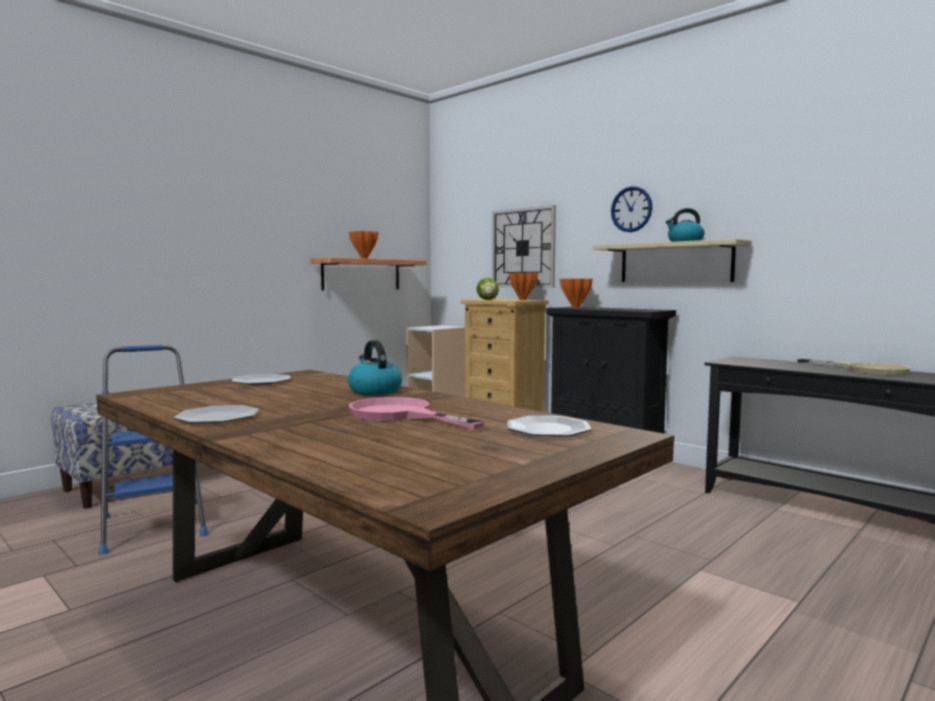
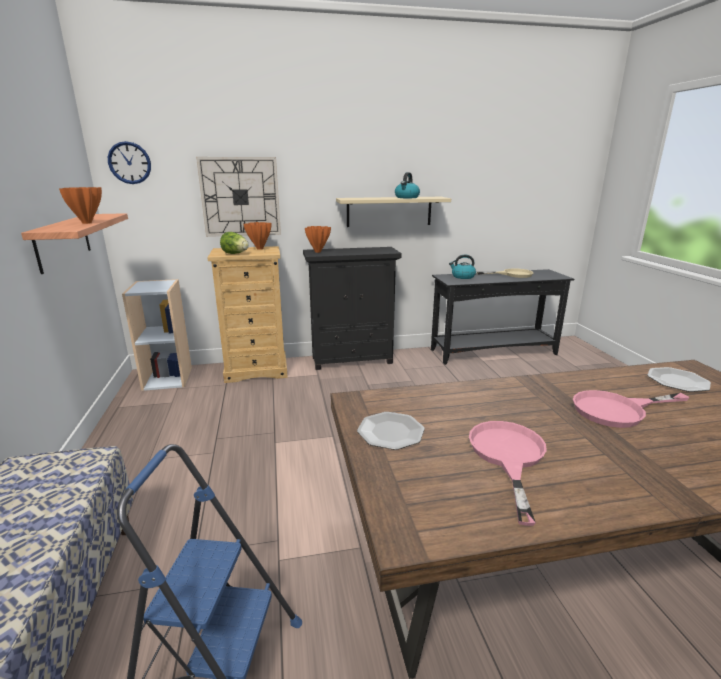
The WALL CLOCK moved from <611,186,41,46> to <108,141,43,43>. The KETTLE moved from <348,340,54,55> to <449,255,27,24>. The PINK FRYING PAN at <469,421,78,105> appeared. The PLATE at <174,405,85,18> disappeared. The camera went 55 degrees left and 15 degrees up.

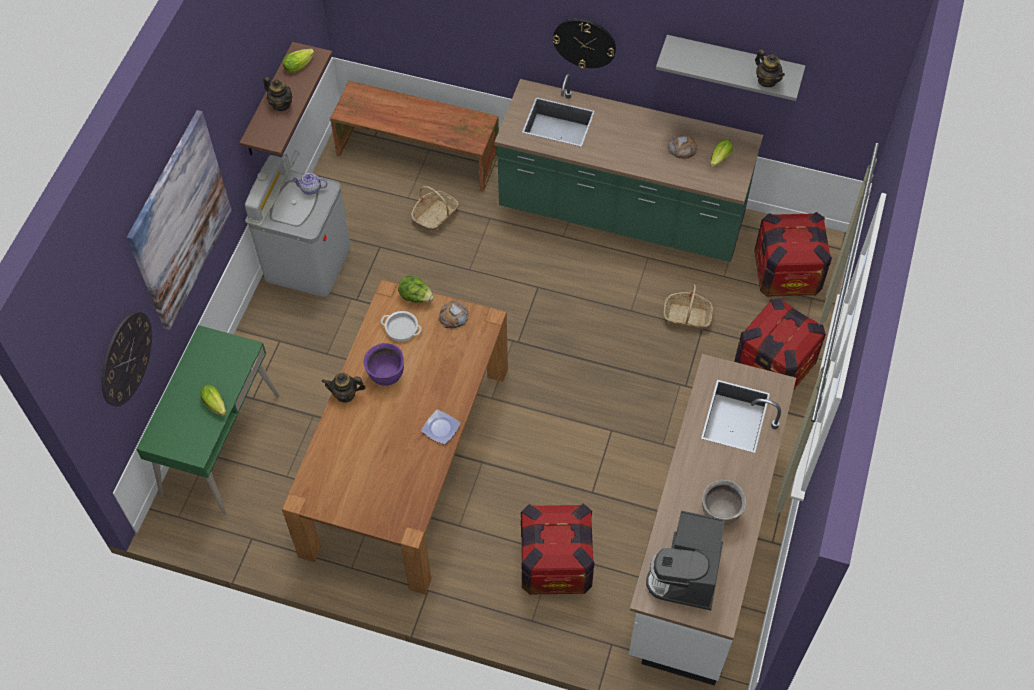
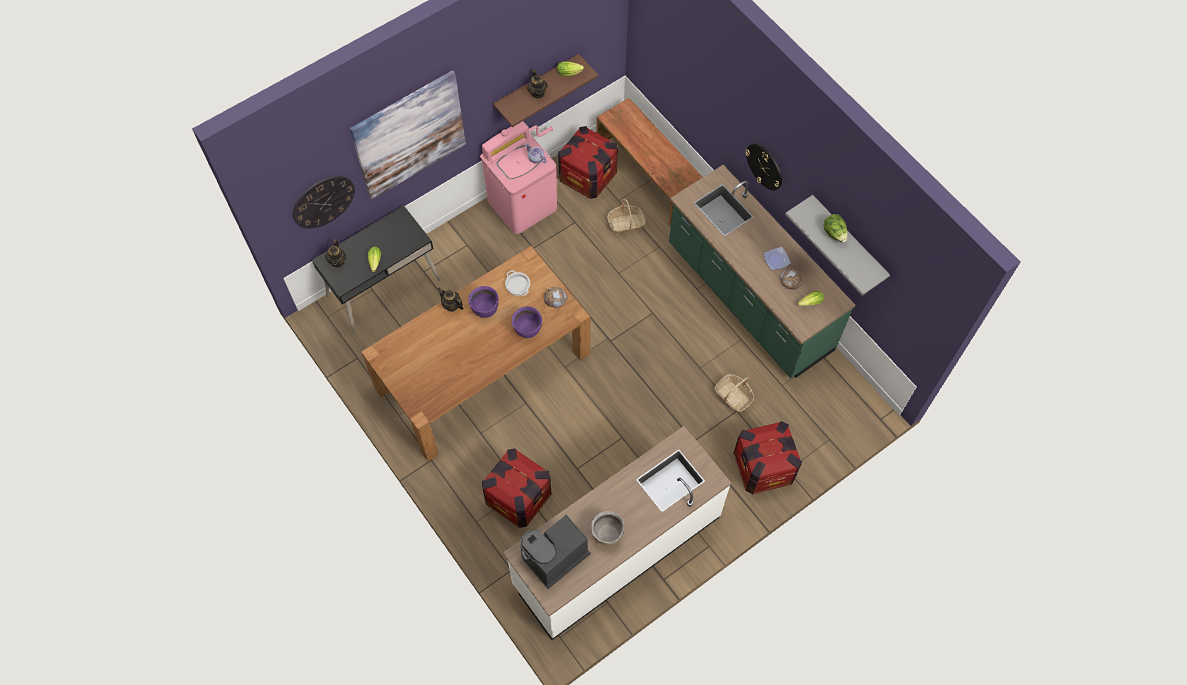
The GREEN DESK at <136,325,144,190> became the BLACK DESK at <312,206,128,128>. The TEAPOT moved from <755,49,30,38> to <325,239,21,29>. The GREY WASHING MACHINE at <245,150,105,147> became the PINK WASHING MACHINE at <480,121,77,113>. The PURPLE COOKING POT at <512,306,30,32> appeared. The CRATE moved from <754,212,78,85> to <558,126,60,73>. The PLATE moved from <421,410,40,35> to <763,247,28,23>. The LETTUCE moved from <398,275,36,28> to <824,214,23,29>. The camera went 35 degrees right and 5 degrees up.

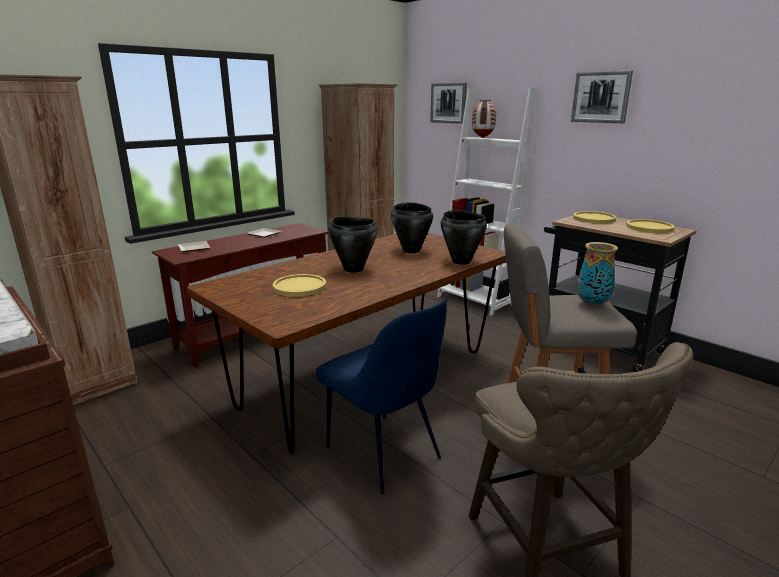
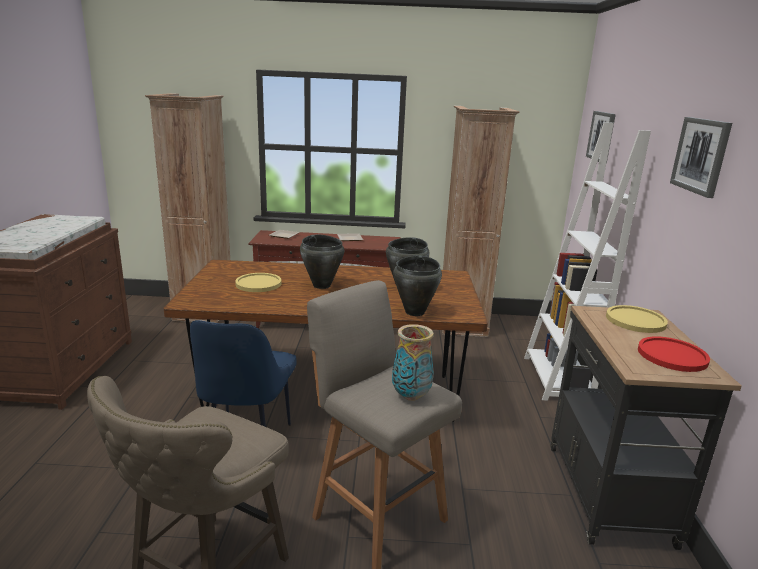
The YELLOW PLATE at <626,219,48,14> became the RED PLATE at <638,336,72,36>. The VASE at <472,99,24,39> disappeared. The camera went 45 degrees right and 0 degrees up.

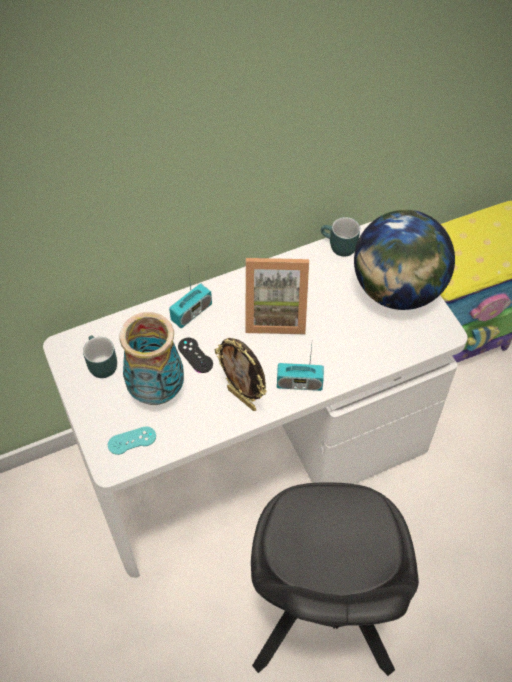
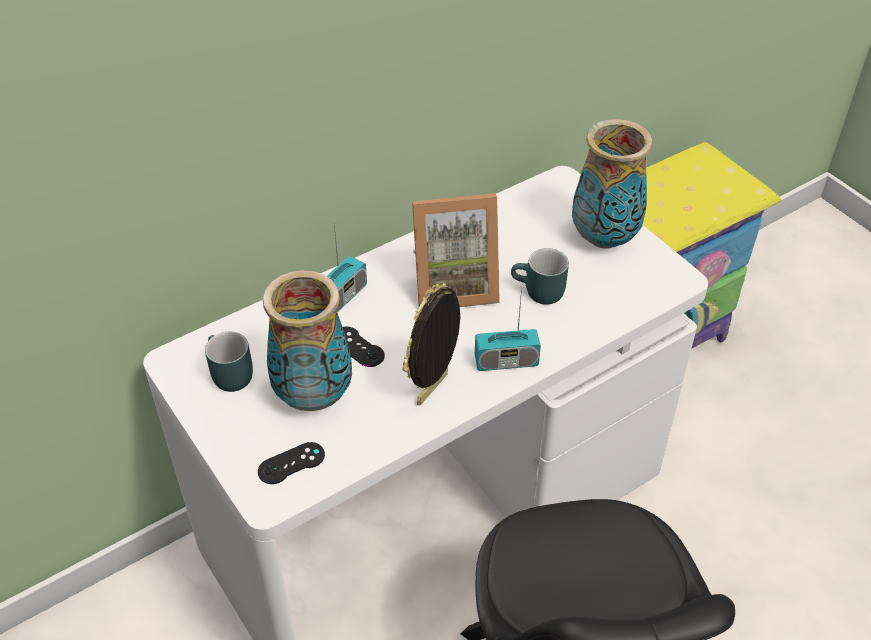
The TURQUOISE GAME CONTROLLER at <108,427,48,28> became the BLACK GAME CONTROLLER at <258,442,67,42>. The PICTURE FRAME at <215,338,52,73> turned 90 degrees clockwise. The TURQUOISE MUG moved from <321,217,39,40> to <511,248,58,57>. The GLOBE at <354,210,101,100> was replaced by the VASE at <572,119,81,130>. The camera went 10 degrees left and 10 degrees down.

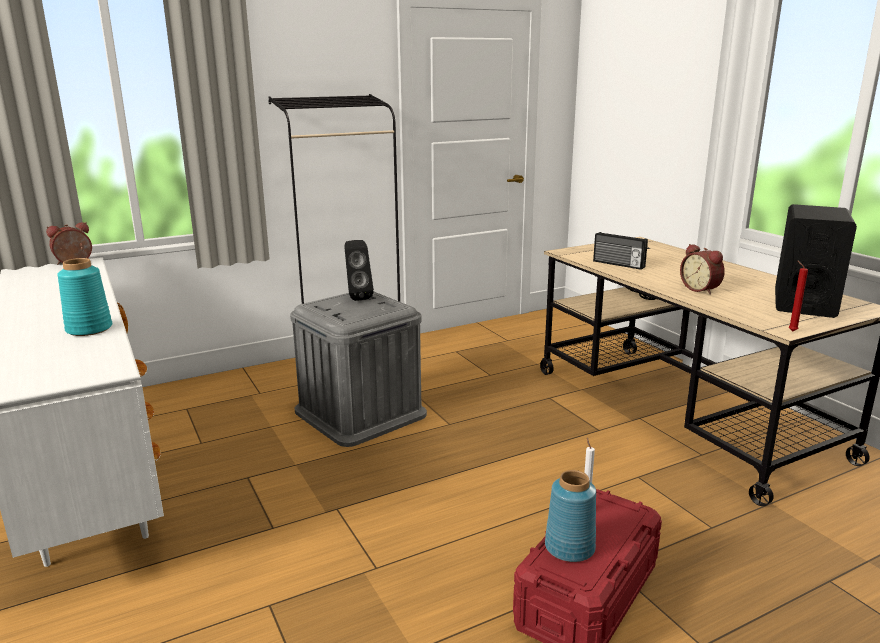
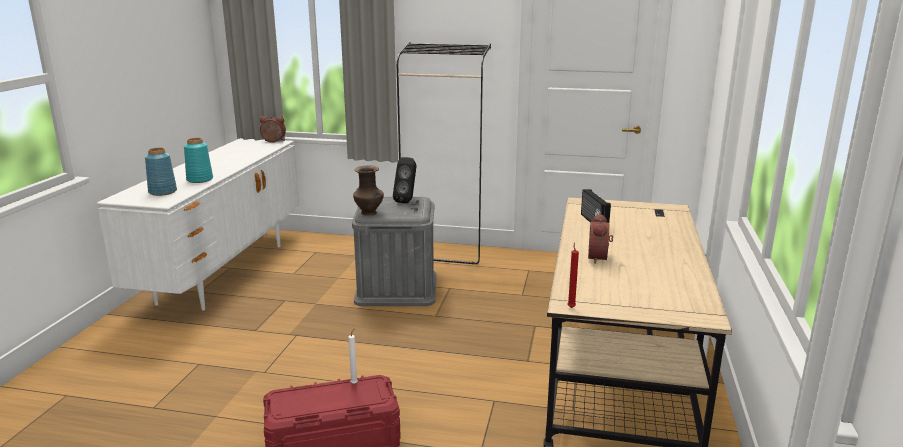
The BLUE VASE moved from <545,470,51,92> to <145,147,32,49>. The BROWN VASE at <353,166,31,49> appeared. The BLACK SPEAKER at <775,204,82,114> disappeared. The camera went 40 degrees right and 0 degrees up.

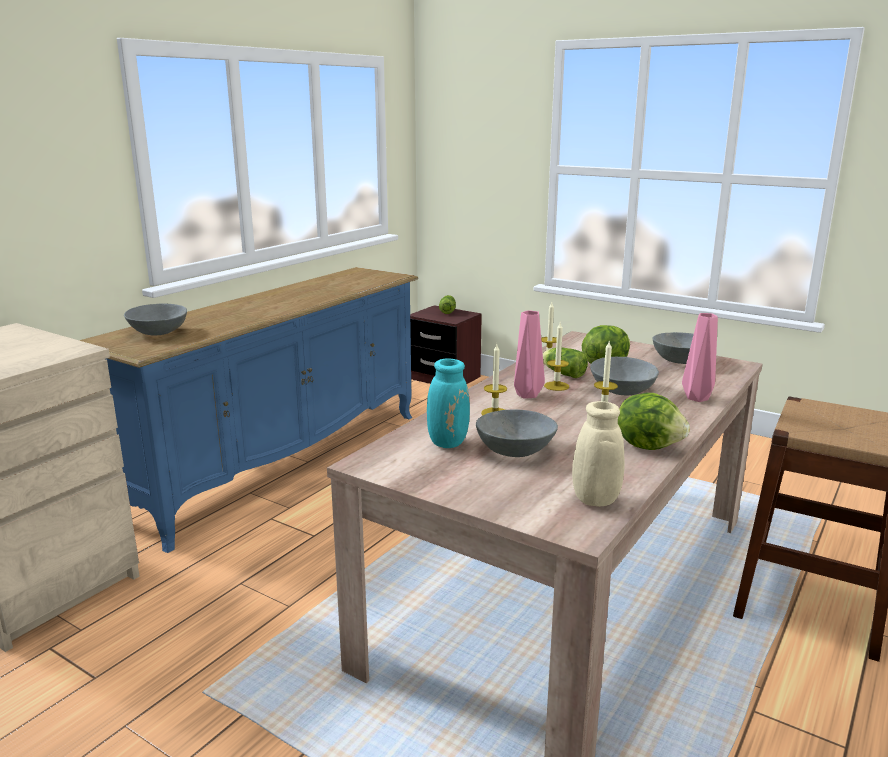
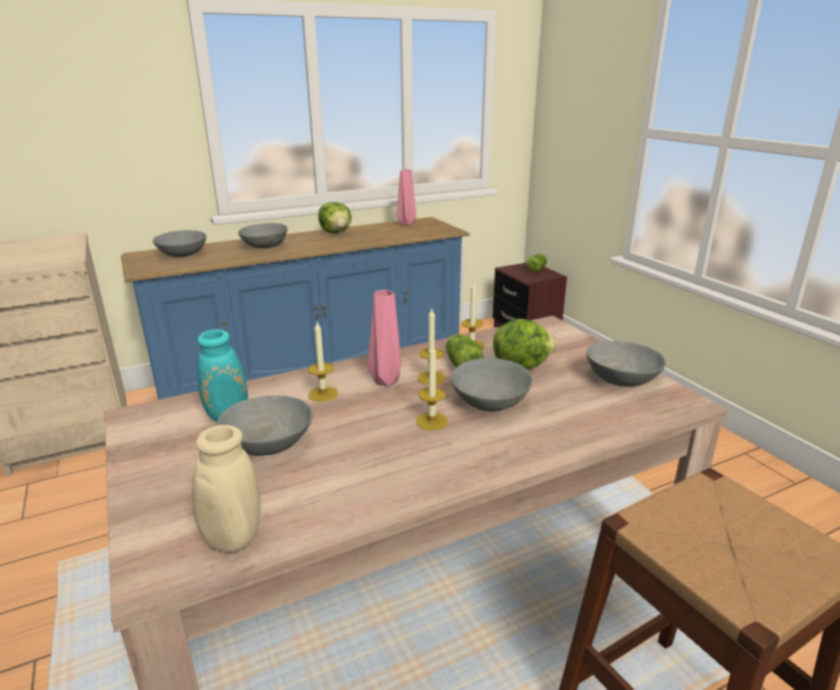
The GREY BOWL at <238,223,50,25> appeared. The LETTUCE moved from <618,393,72,57> to <318,202,34,31>. The PINK VASE moved from <682,313,36,89> to <397,169,19,57>. The camera went 30 degrees right and 5 degrees up.

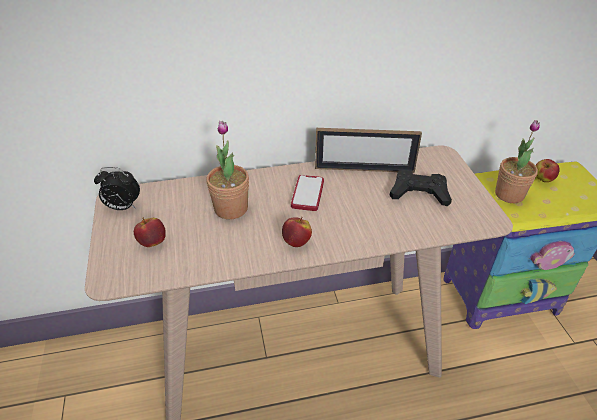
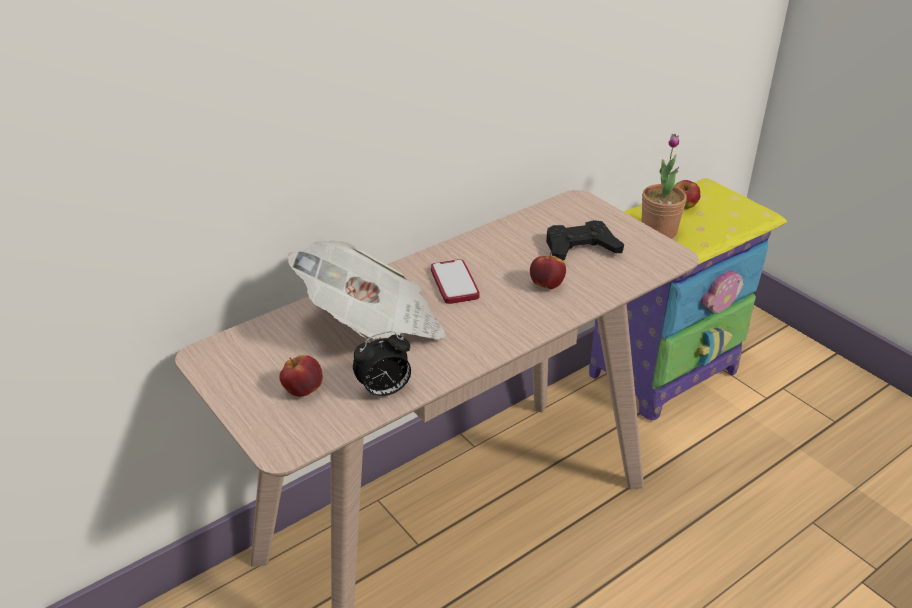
The POTTED PLANT at <206,121,43,98> was replaced by the NEWSPAPER at <288,241,159,98>. The ALARM CLOCK moved from <94,167,46,43> to <353,331,58,67>. The APPLE moved from <282,217,30,30> to <530,252,36,37>. The PICTURE FRAME at <315,128,107,45> disappeared. The camera went 25 degrees left and 5 degrees down.

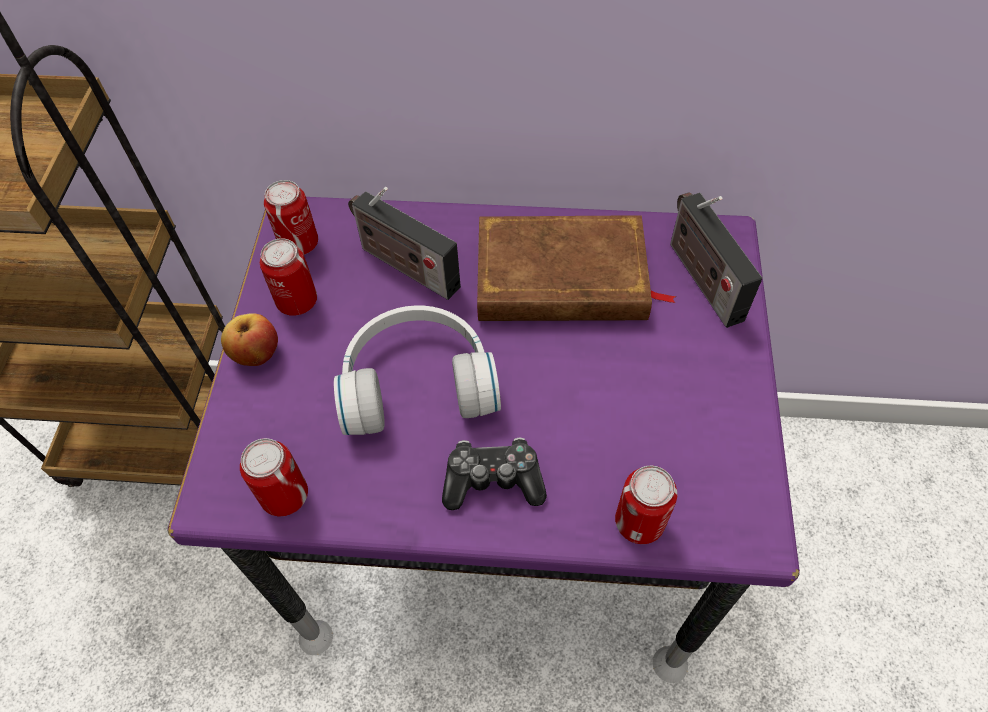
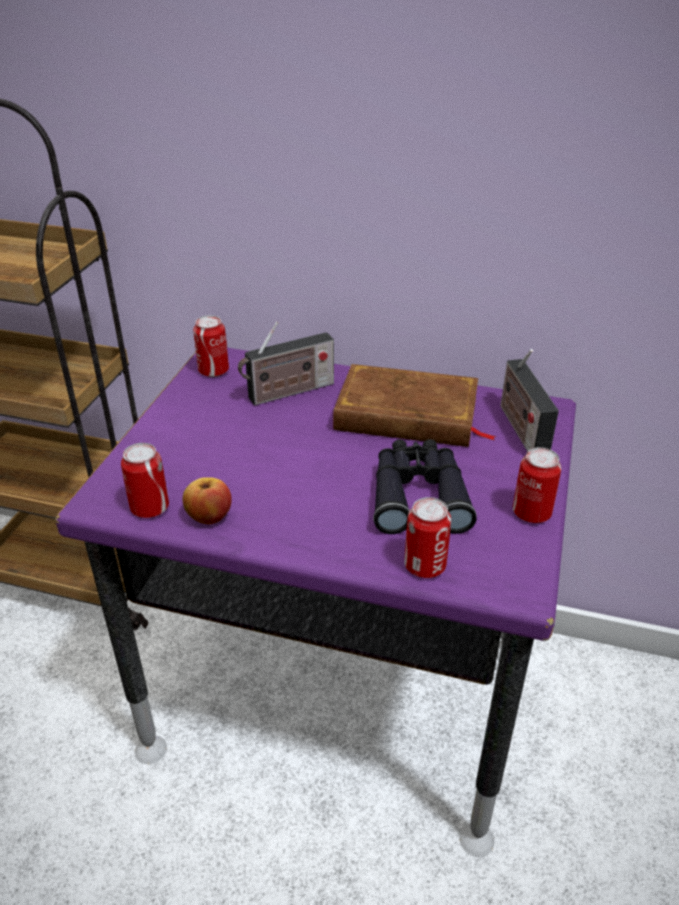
The APPLE moved from <221,313,57,53> to <183,478,49,46>. The RADIO at <348,187,113,113> turned 75 degrees counterclockwise. The BLACK BINOCULARS at <373,439,104,95> appeared. The CAN moved from <260,238,57,78> to <513,447,48,76>. The WHITE HEADPHONES at <334,305,167,130> disappeared. The GAME CONTROLLER at <442,437,105,73> disappeared. The camera went 10 degrees right and 20 degrees down.

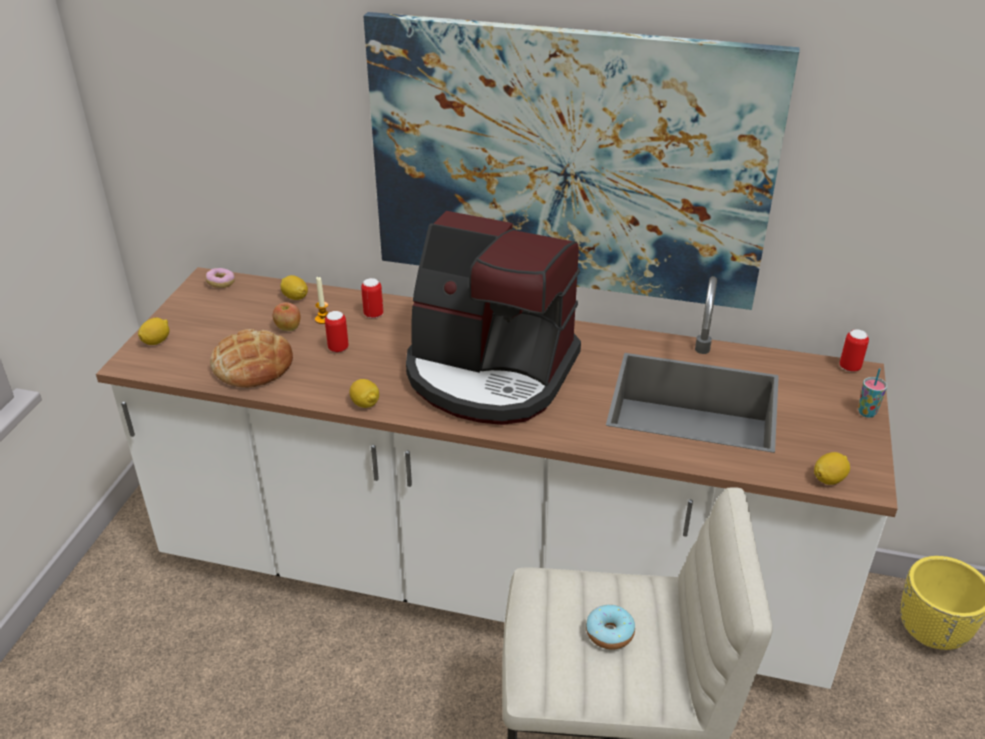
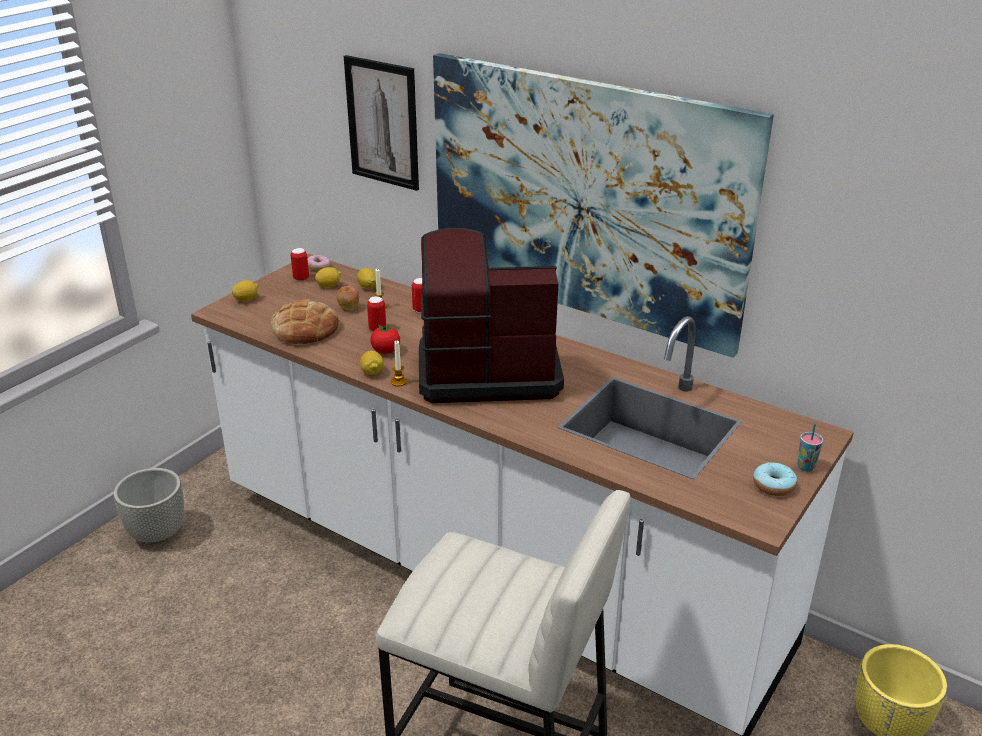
The GREY PLANTER at <113,468,71,76> appeared. The CAN moved from <840,329,29,43> to <291,248,18,33>. The LEMON moved from <814,452,36,33> to <315,267,26,21>. The PICTURE at <344,55,75,136> appeared. The TOMATO at <370,323,30,31> appeared. The CANDLE at <391,340,16,46> appeared. The COFFEE MACHINE at <406,211,175,214> turned 135 degrees clockwise. The DONUT moved from <586,605,49,45> to <753,462,44,34>. The camera went 20 degrees right and 5 degrees down.

